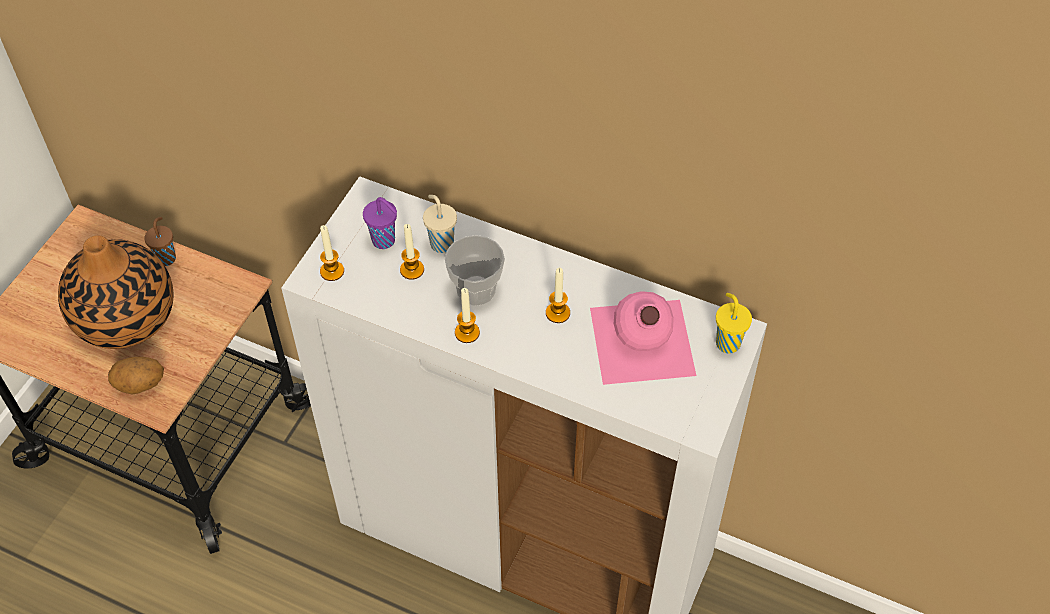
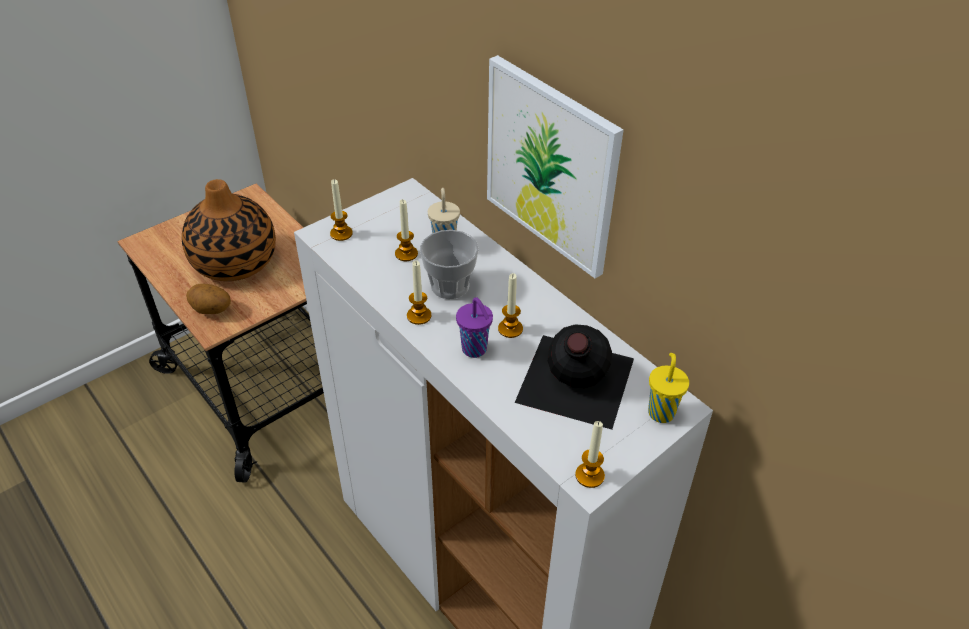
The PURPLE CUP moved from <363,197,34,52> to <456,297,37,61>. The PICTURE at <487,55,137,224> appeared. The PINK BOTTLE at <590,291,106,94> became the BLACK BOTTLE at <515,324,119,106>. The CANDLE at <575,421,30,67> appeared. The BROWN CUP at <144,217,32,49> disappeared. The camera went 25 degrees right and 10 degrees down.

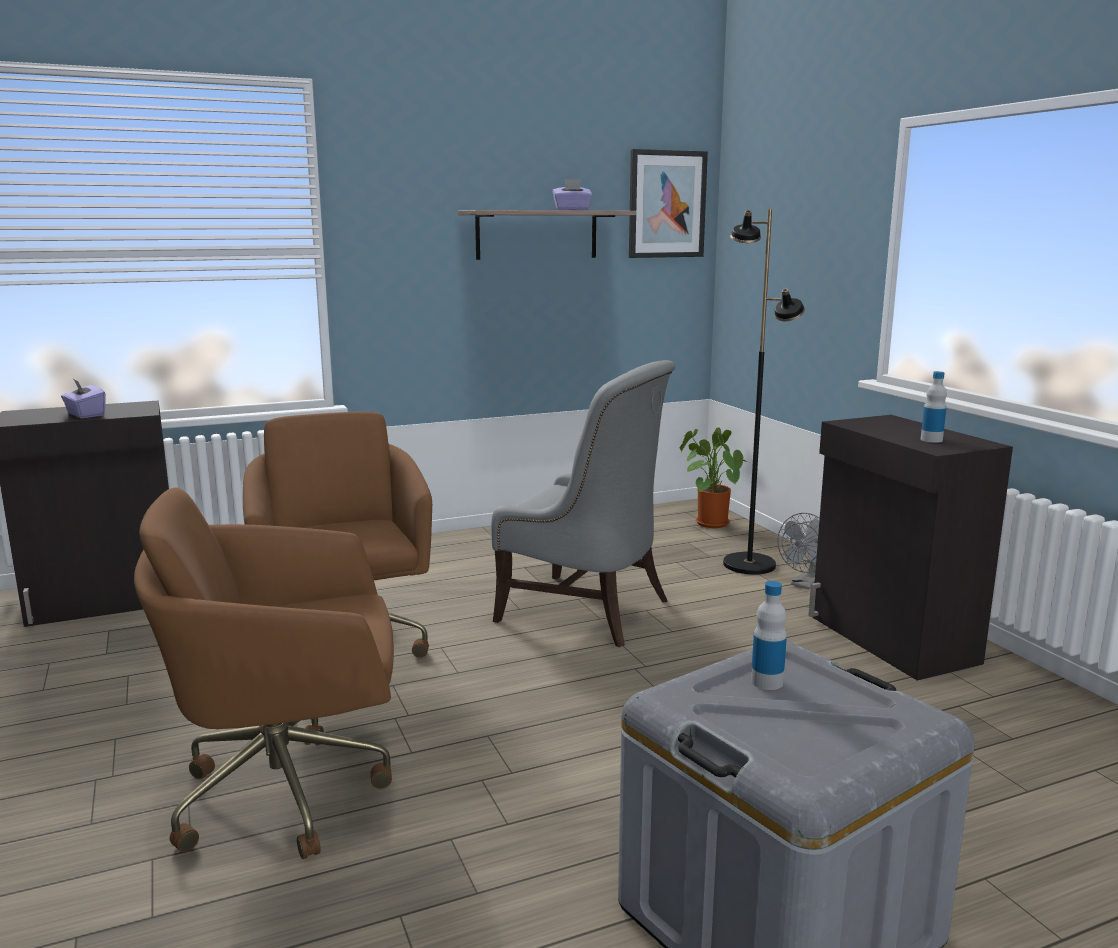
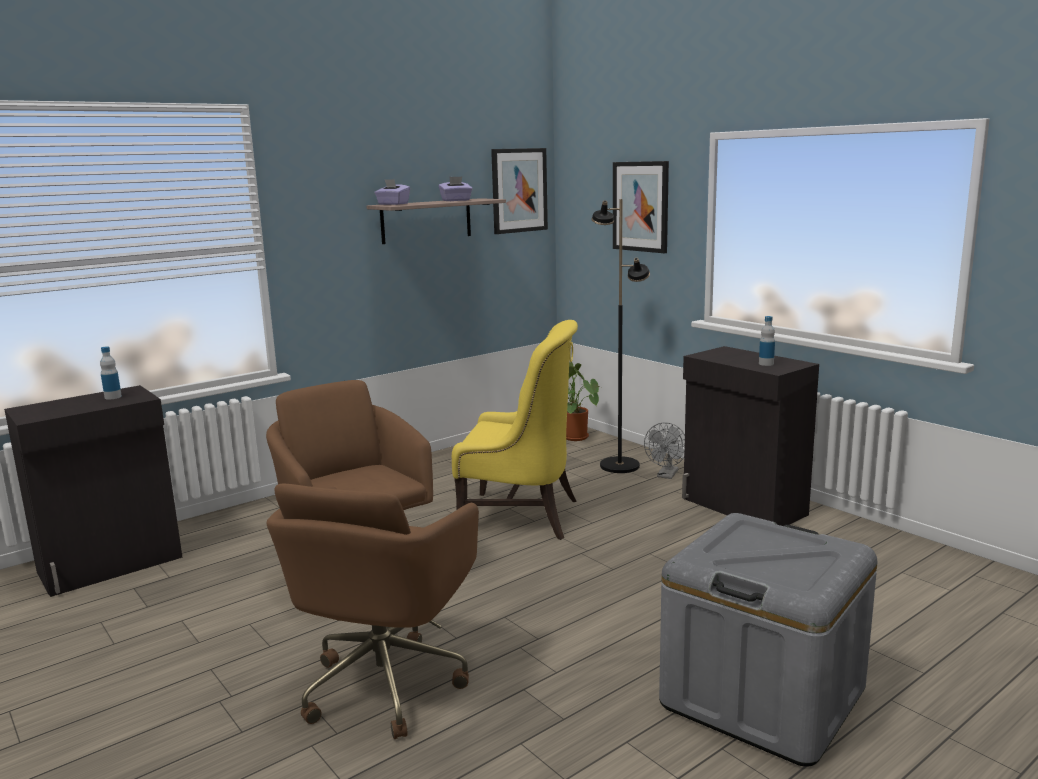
The BOTTLE moved from <751,581,36,109> to <100,346,22,54>. The BROWN OFFICE CHAIR at <134,488,260,371> turned 45 degrees counterclockwise. The PURPLE TISSUE BOX moved from <61,379,45,39> to <374,179,36,26>. The GREY CHAIR at <491,360,184,287> became the YELLOW CHAIR at <452,320,126,220>. The PICTURE at <613,161,56,92> appeared. The camera went 15 degrees left and 0 degrees up.

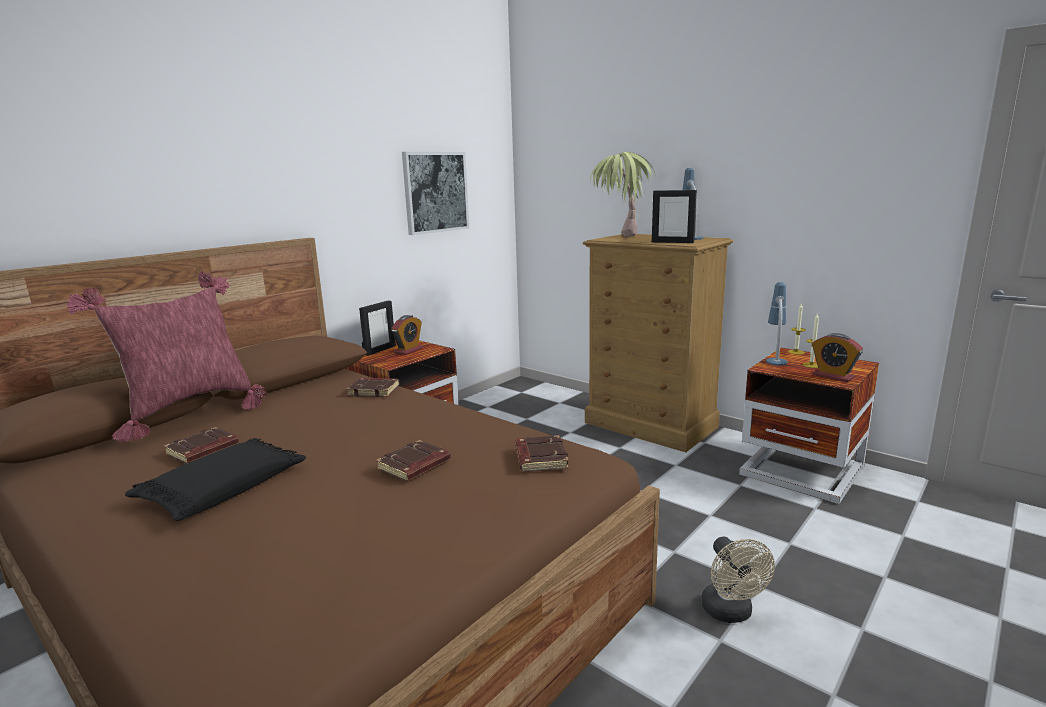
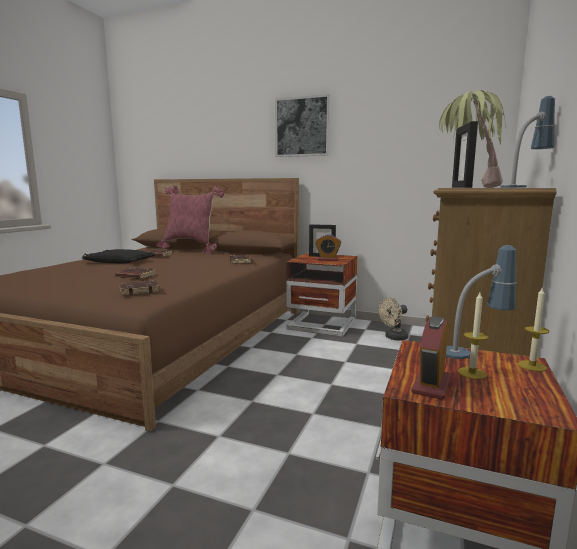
The PICTURE moved from <402,152,67,83> to <275,94,55,63>. The BEIGE FAN moved from <701,537,74,86> to <379,297,30,44>. The camera went 70 degrees right and 5 degrees down.

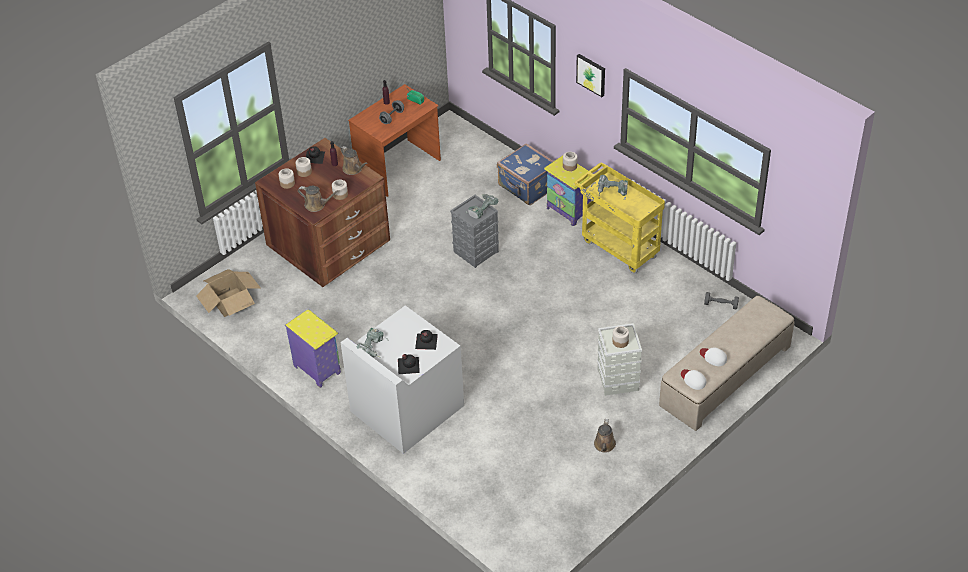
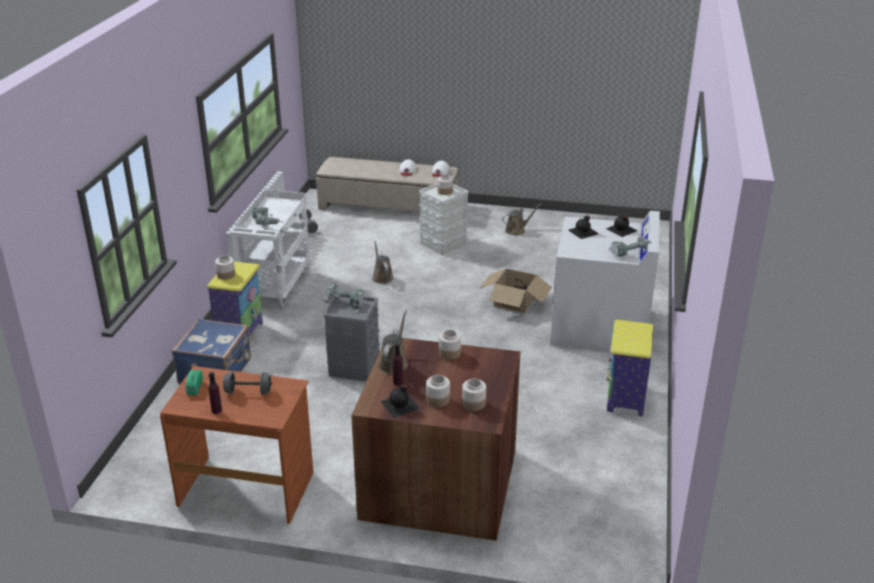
The YELLOW CART at <575,163,90,110> became the WHITE CART at <230,190,80,119>. The BROWN WATERING CAN moved from <298,186,42,26> to <372,241,22,43>. The CARDBOARD BOX moved from <196,269,65,48> to <479,269,73,44>. The PICTURE at <576,54,29,43> disappeared. The camera went 125 degrees left and 15 degrees down.

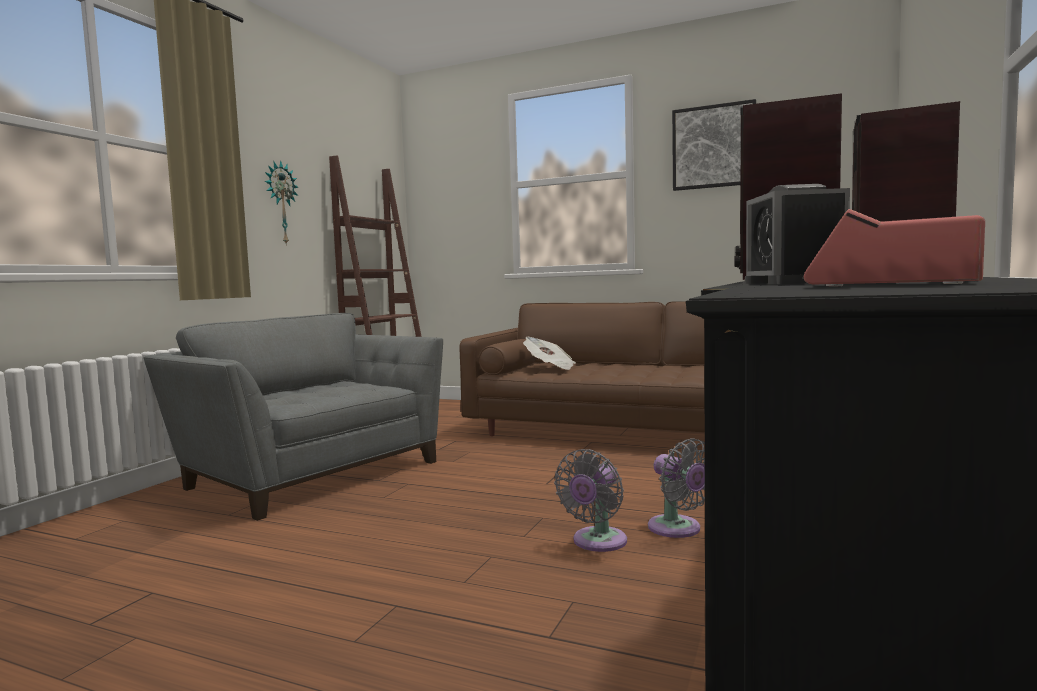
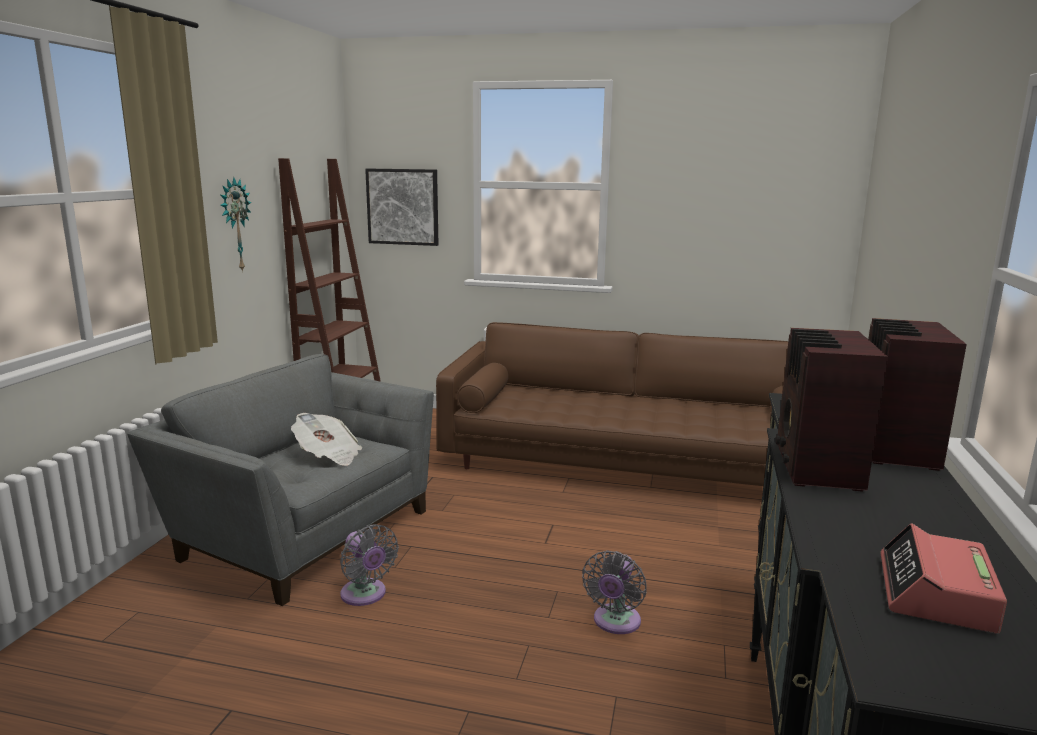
The NEWSPAPER moved from <523,337,53,33> to <291,413,72,53>. The GREY FAN moved from <648,438,57,100> to <340,524,59,82>. The PICTURE moved from <672,99,84,92> to <365,169,74,77>. The ALARM CLOCK at <745,184,105,100> disappeared. The camera went 10 degrees left and 10 degrees up.

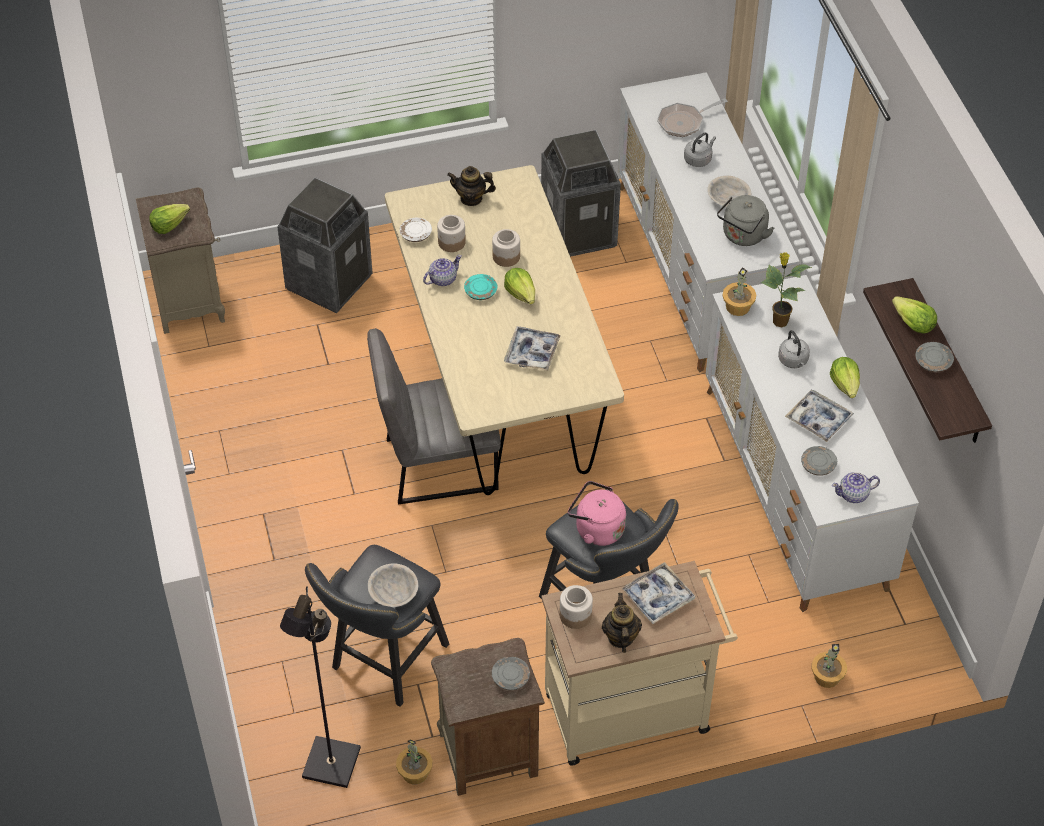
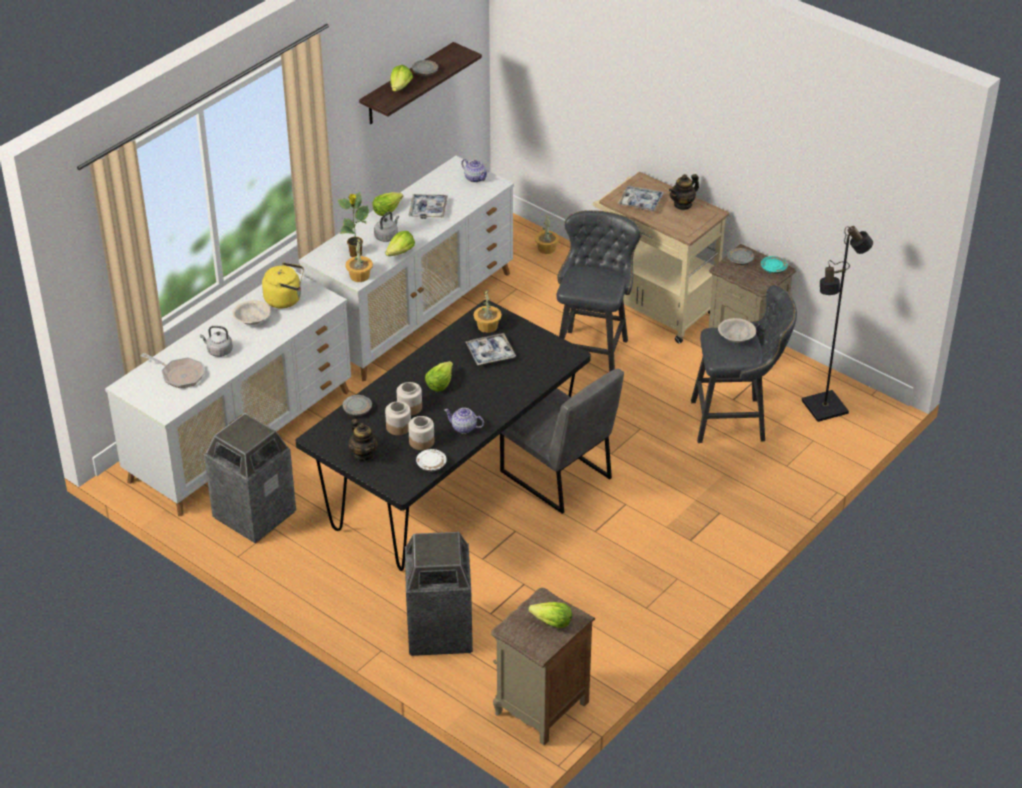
The GREY KETTLE at <717,195,57,51> became the YELLOW KETTLE at <262,262,42,46>. The BEIGE DINING TABLE at <385,165,239,330> became the BLACK DINING TABLE at <296,300,295,271>. The GREY PLATE moved from <801,446,36,30> to <343,395,29,21>. The LETTUCE at <385,231,30,25> appeared. The JAR moved from <560,585,33,44> to <385,401,26,35>. The POTTED PLANT moved from <396,739,37,45> to <473,289,29,44>. The TURQUOISE PLATE moved from <464,274,33,26> to <761,256,27,18>. The PINK KETTLE at <568,481,58,65> disappeared. The camera went 125 degrees left and 10 degrees down.

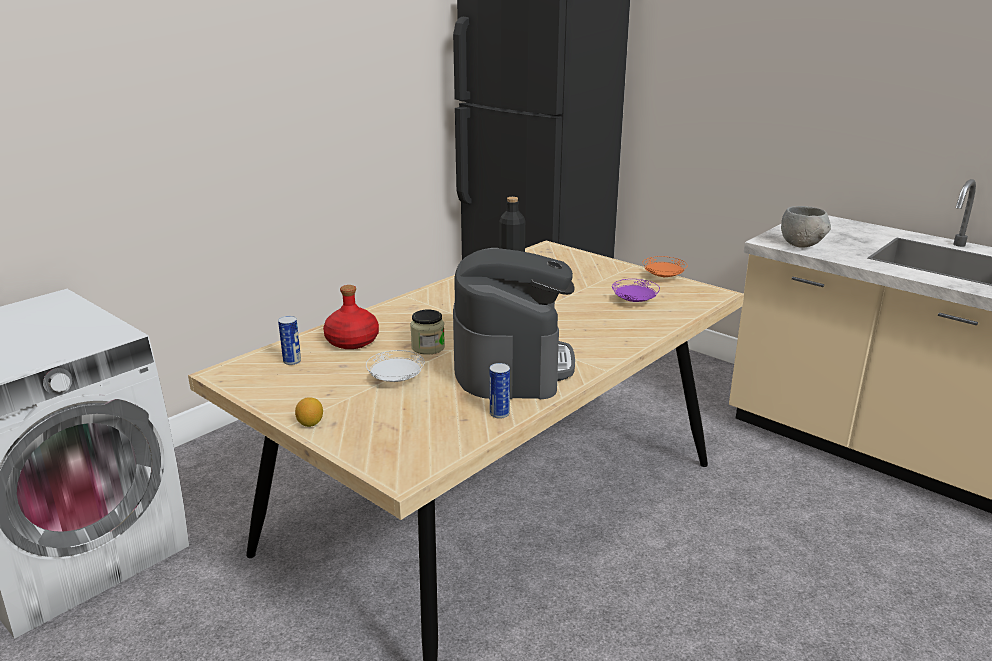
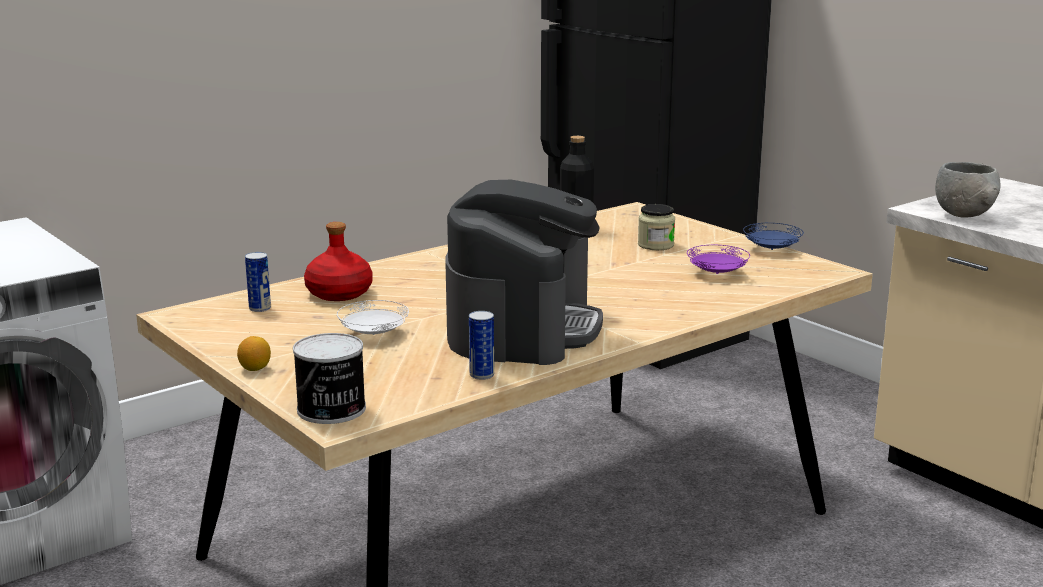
The CAN at <293,333,73,91> appeared. The JAR moved from <410,310,35,45> to <638,204,37,46>. The ORANGE PLATE at <642,256,46,22> became the BLUE PLATE at <743,223,61,27>. The camera went 10 degrees right and 5 degrees down.

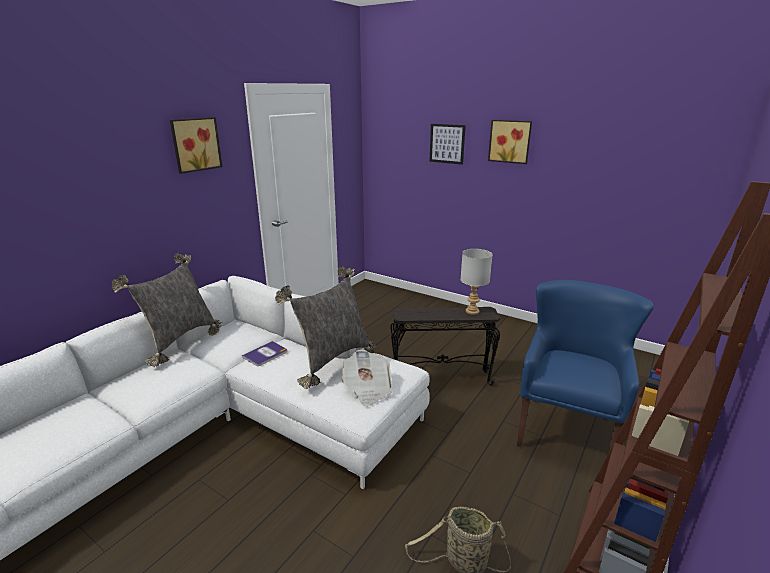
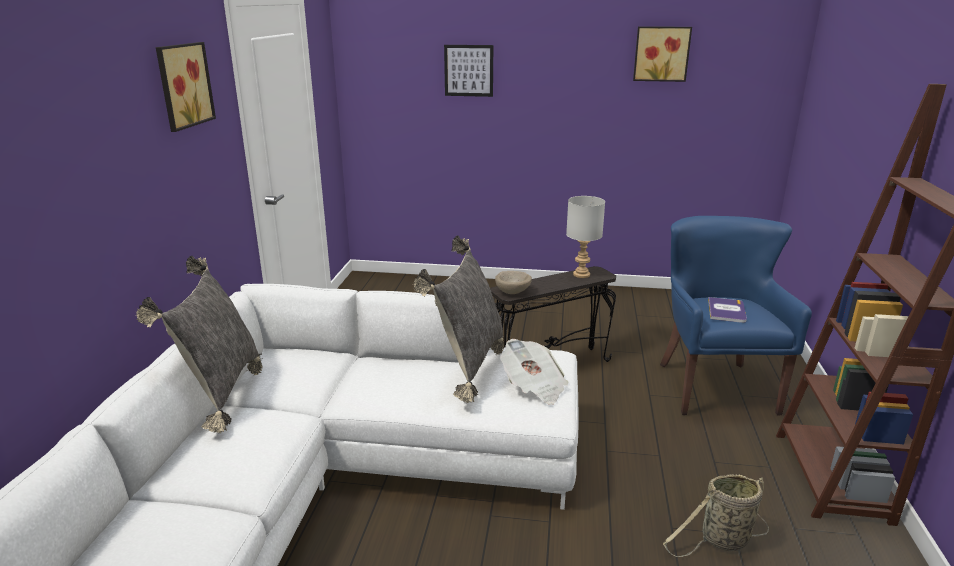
The BEIGE BOWL at <495,271,37,23> appeared. The PICTURE moved from <488,120,44,44> to <633,26,59,56>. The BOOK moved from <242,341,45,25> to <708,297,39,26>. The camera went 25 degrees left and 0 degrees up.

